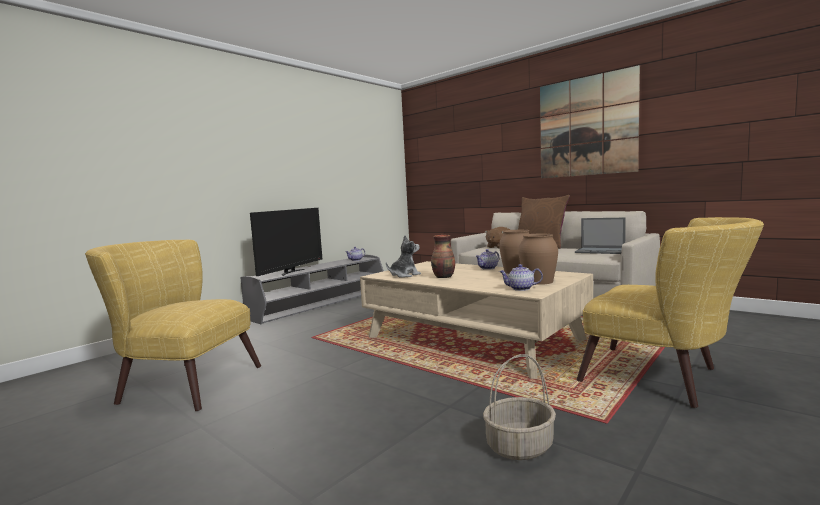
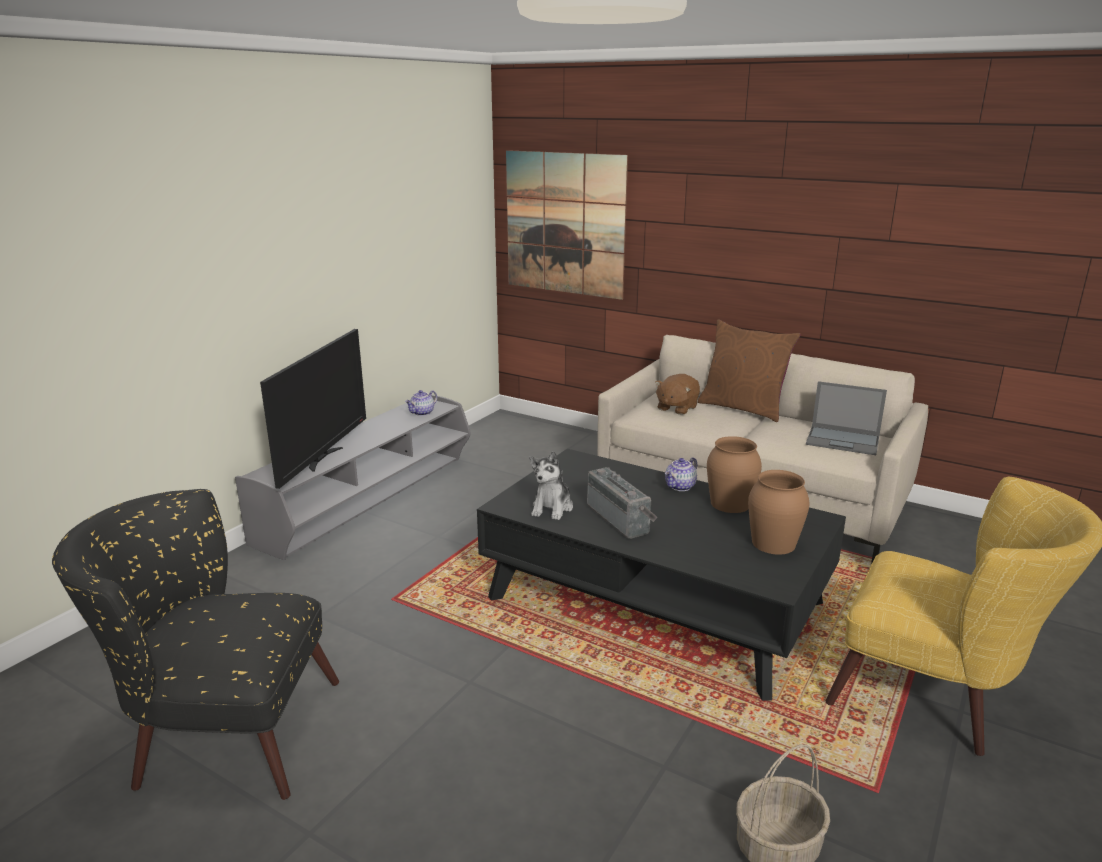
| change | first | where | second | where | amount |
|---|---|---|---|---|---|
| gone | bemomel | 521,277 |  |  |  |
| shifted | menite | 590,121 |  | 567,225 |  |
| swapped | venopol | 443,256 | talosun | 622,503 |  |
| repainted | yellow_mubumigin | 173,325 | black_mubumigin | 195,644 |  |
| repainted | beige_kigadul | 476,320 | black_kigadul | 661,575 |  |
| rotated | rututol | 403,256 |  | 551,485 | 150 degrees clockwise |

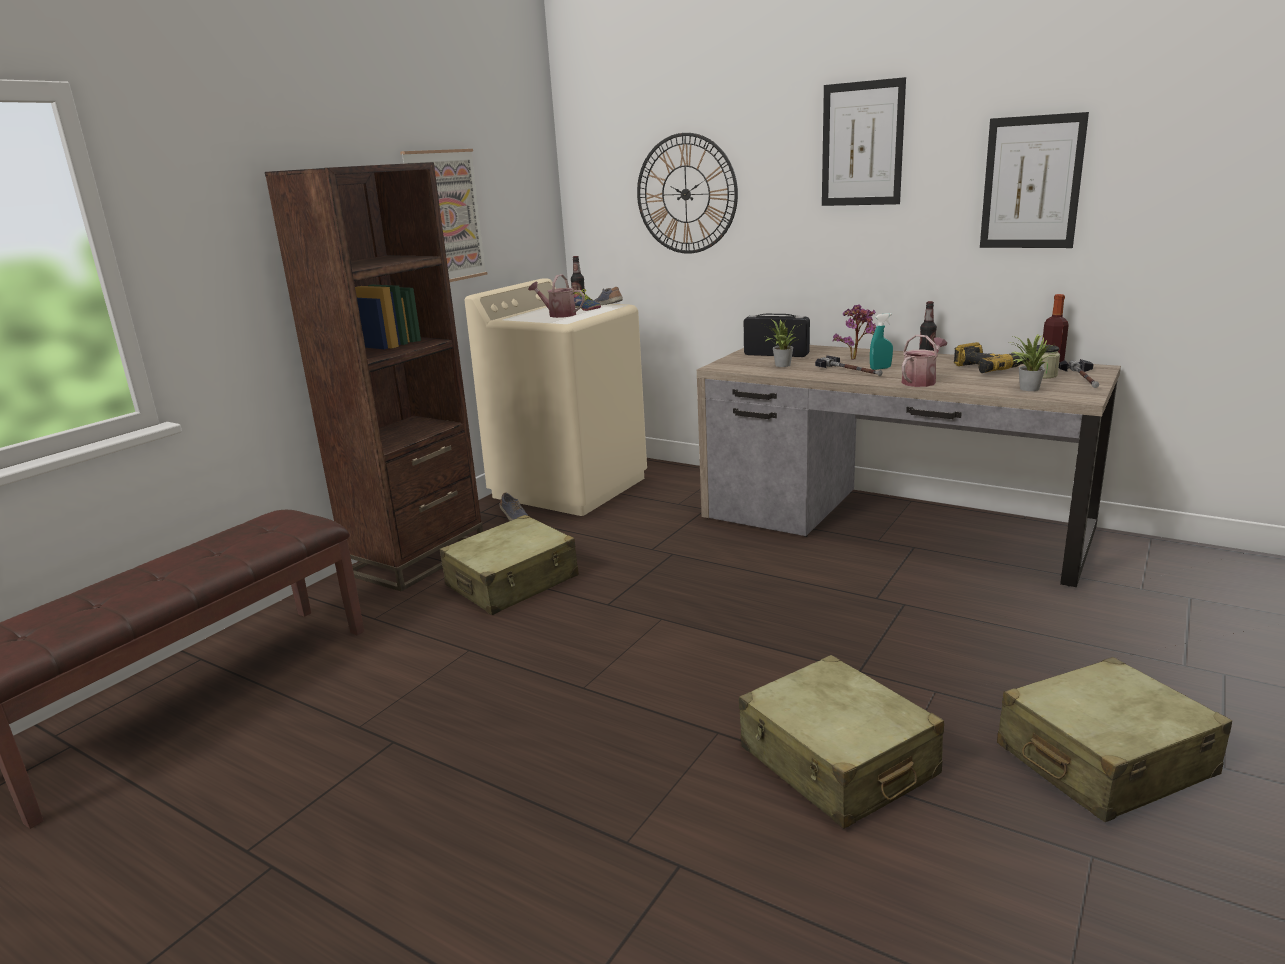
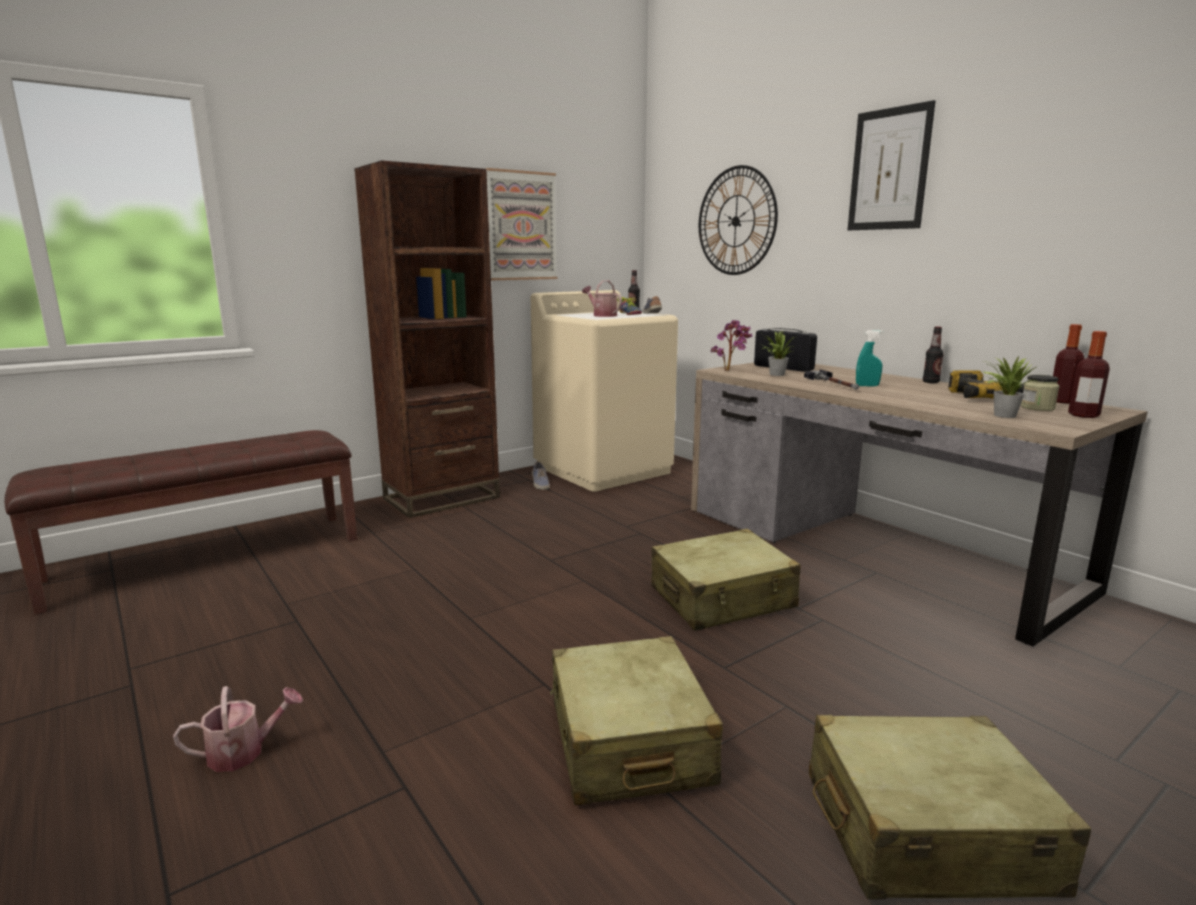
| change | first | where | second | where | amount |
|---|---|---|---|---|---|
| gone | menite | 1034,180 |  |  |  |
| shifted | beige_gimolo | 509,565 |  | 726,580 |  |
| shifted | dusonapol | 854,331 |  | 731,345 |  |
| shifted | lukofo | 924,360 |  | 238,729 |  |
| swapped | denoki | 1079,373 | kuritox | 1089,374 |  |

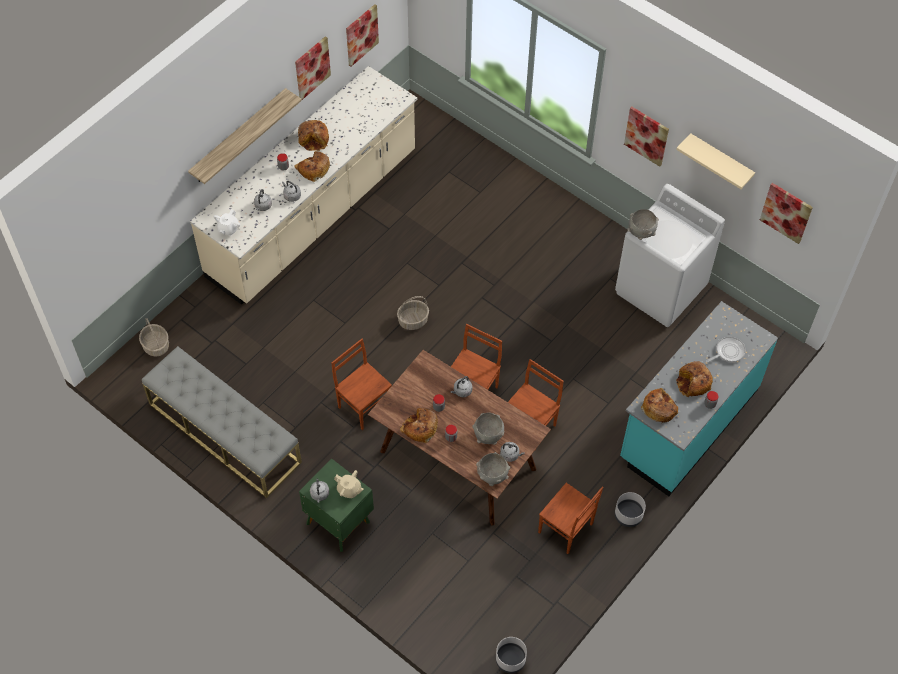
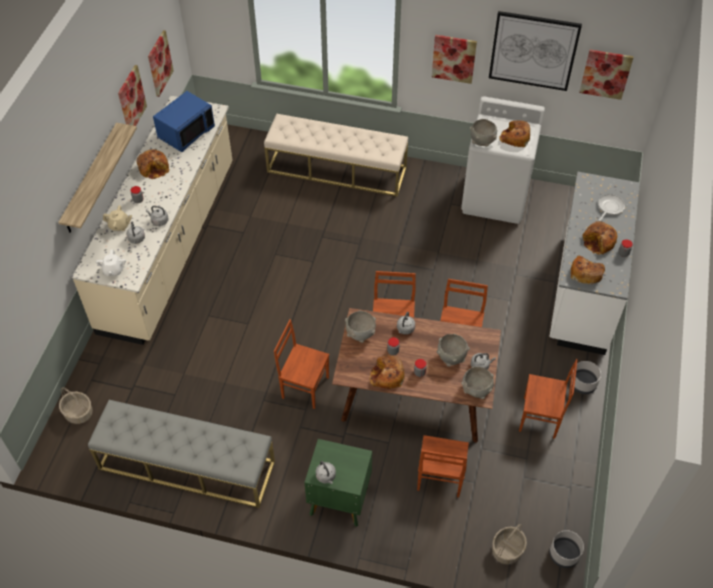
| change | first | where | second | where | amount |
|---|---|---|---|---|---|
| new |  |  | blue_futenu | 184,121 |  |
| new |  |  | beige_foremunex | 336,155 |  |
| new |  |  | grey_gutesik | 360,327 |  |
| new |  |  | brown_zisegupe | 443,466 |  |
| shifted | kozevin | 312,166 |  | 514,133 |  |
| shifted | beige_bemomel | 349,484 |  | 117,218 |  |
| shifted | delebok | 413,313 |  | 509,544 |  |
| swapped | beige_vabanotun | 715,161 | menite | 535,51 |  |
| repainted | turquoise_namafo | 699,398 | white_namafo | 594,263 |  |

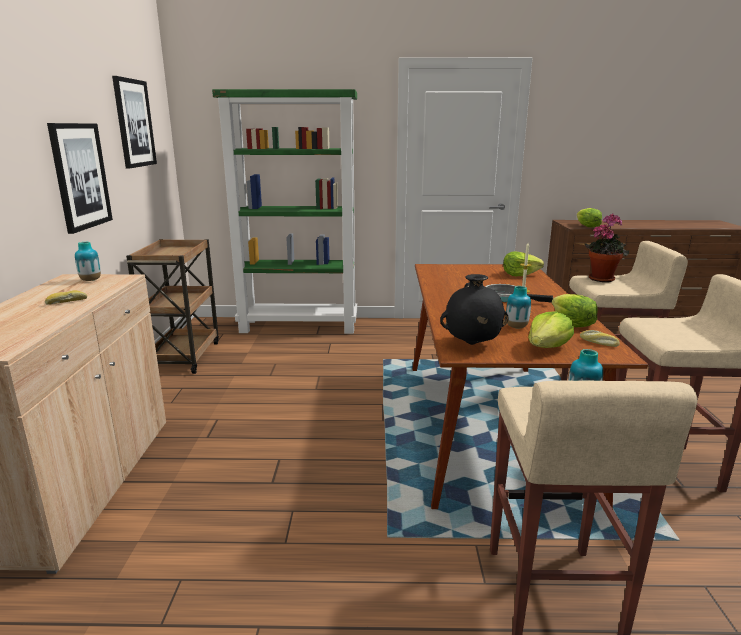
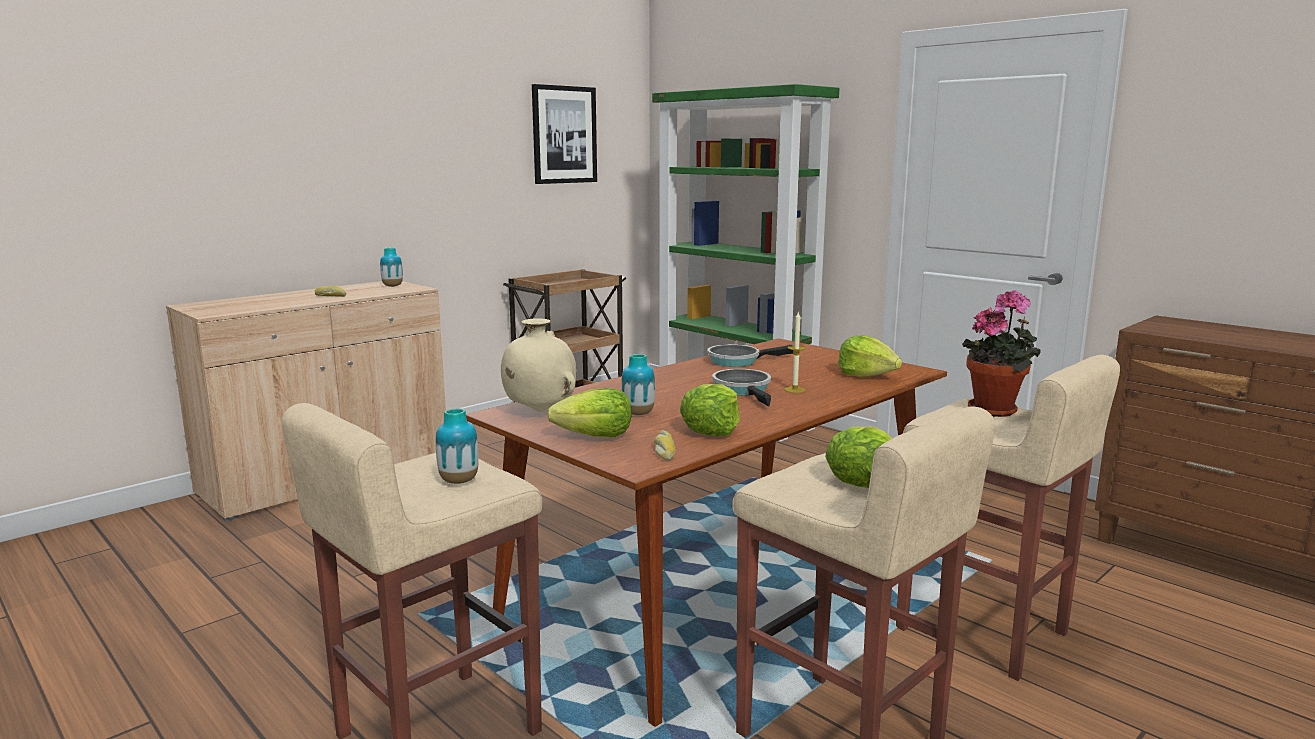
| change | first | where | second | where | amount |
|---|---|---|---|---|---|
| gone | menite | 80,178 |  |  |  |
| new |  |  | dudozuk | 750,355 |  |
| shifted | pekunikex | 589,217 |  | 858,457 |  |
| repainted | black_venopol | 474,309 | beige_venopol | 539,365 |  |

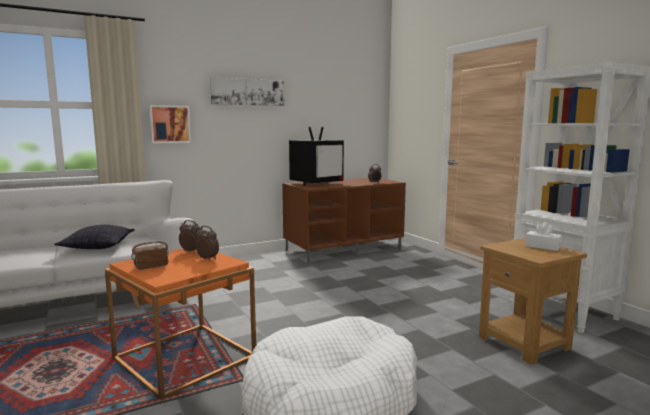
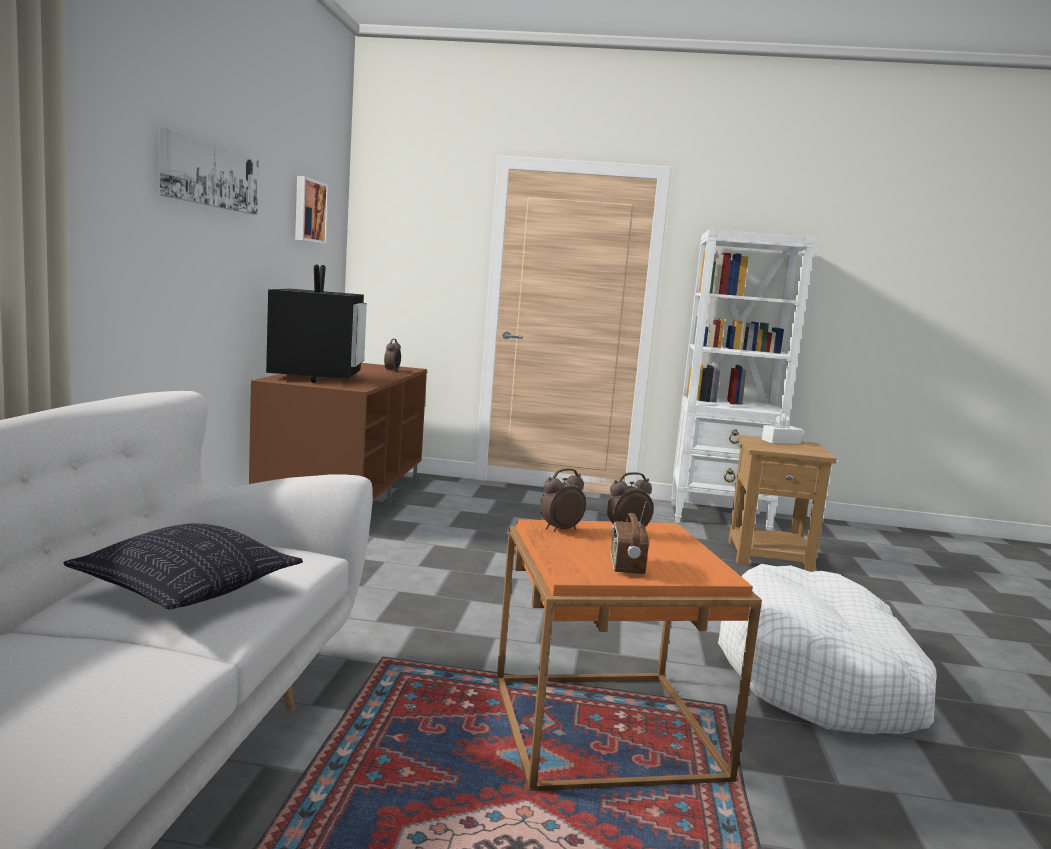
| change | first | where | second | where | amount |
|---|---|---|---|---|---|
| shifted | menite | 170,124 |  | 311,210 |  |

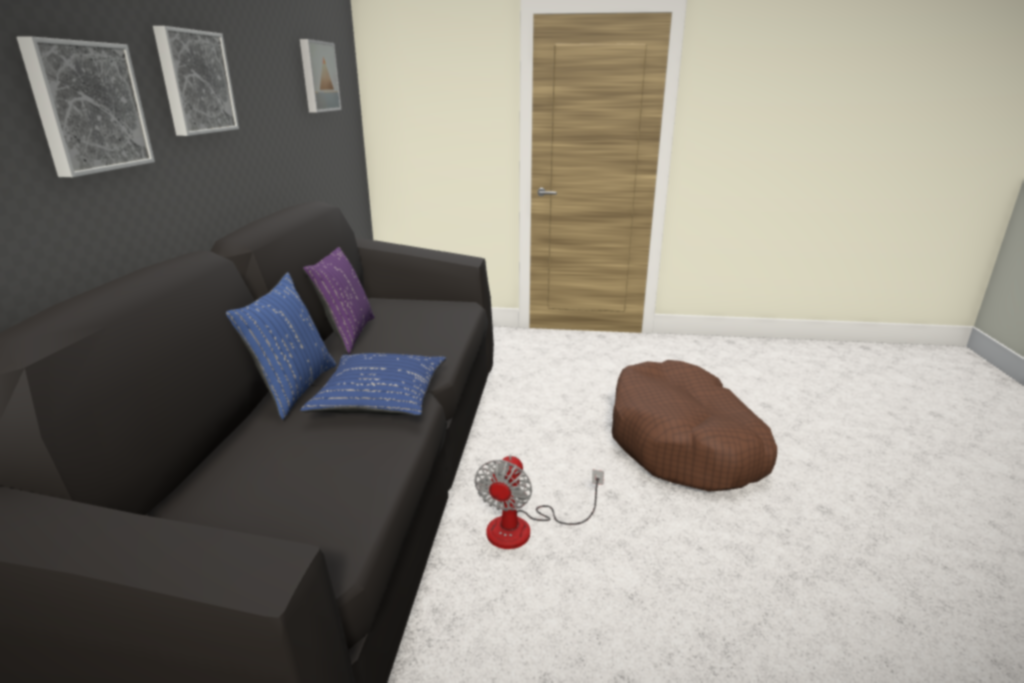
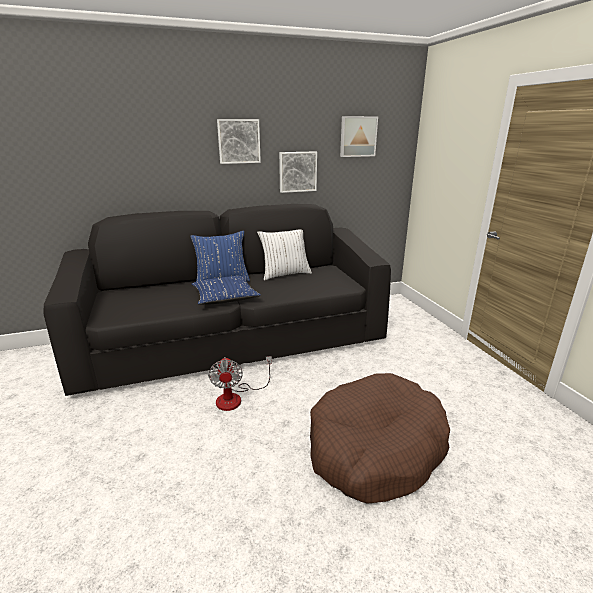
| change | first | where | second | where | amount |
|---|---|---|---|---|---|
| shifted | menite | 85,107 |  | 298,172 |  |
| repainted | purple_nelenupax | 338,300 | white_nelenupax | 284,254 |  |
| rotated | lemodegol | 539,502 |  | 240,383 | 90 degrees counterclockwise |

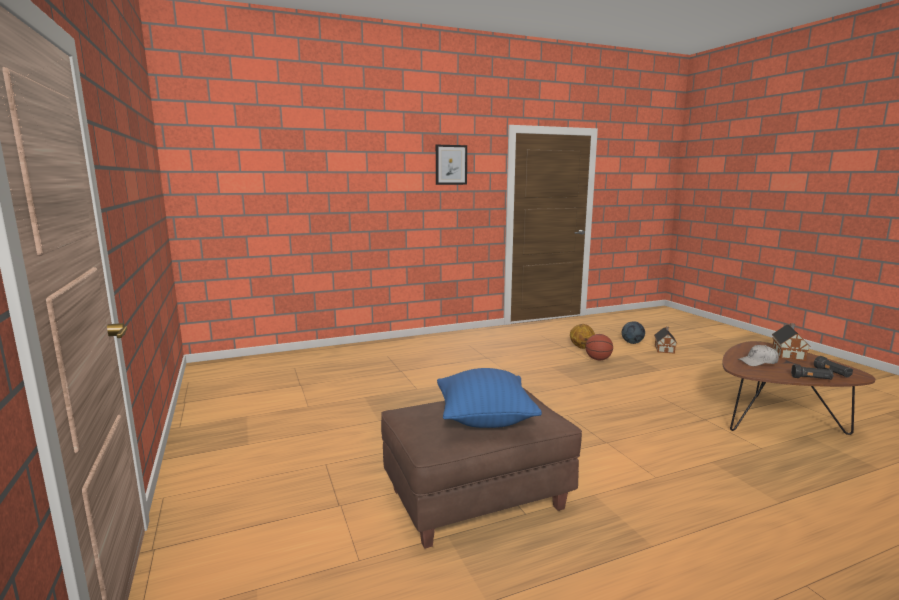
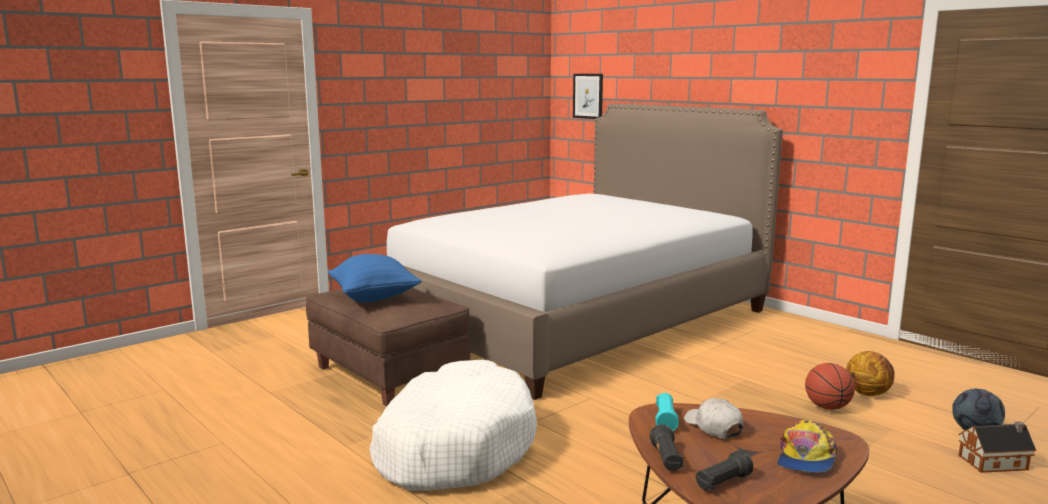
| change | first | where | second | where | amount |
|---|---|---|---|---|---|
| new |  |  | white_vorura | 453,425 |  |
| new |  |  | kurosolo | 585,252 |  |
| new |  |  | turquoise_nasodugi | 667,412 |  |
| shifted | menite | 451,165 |  | 588,96 |  |
| swapped | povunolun | 790,342 | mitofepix | 807,446 |  |

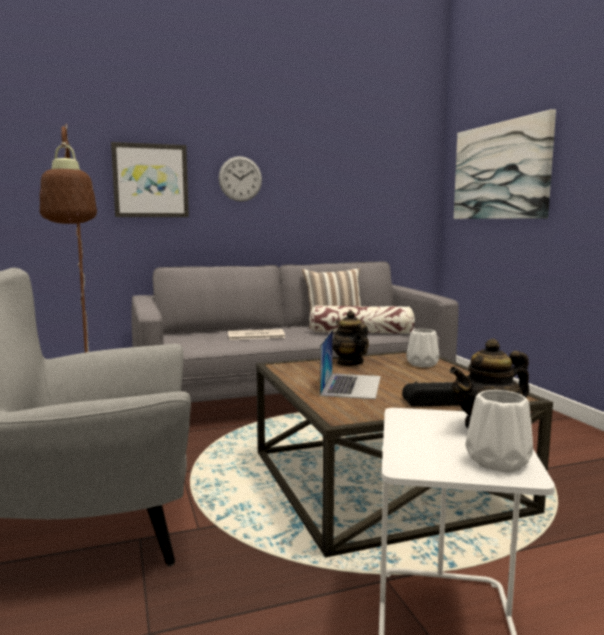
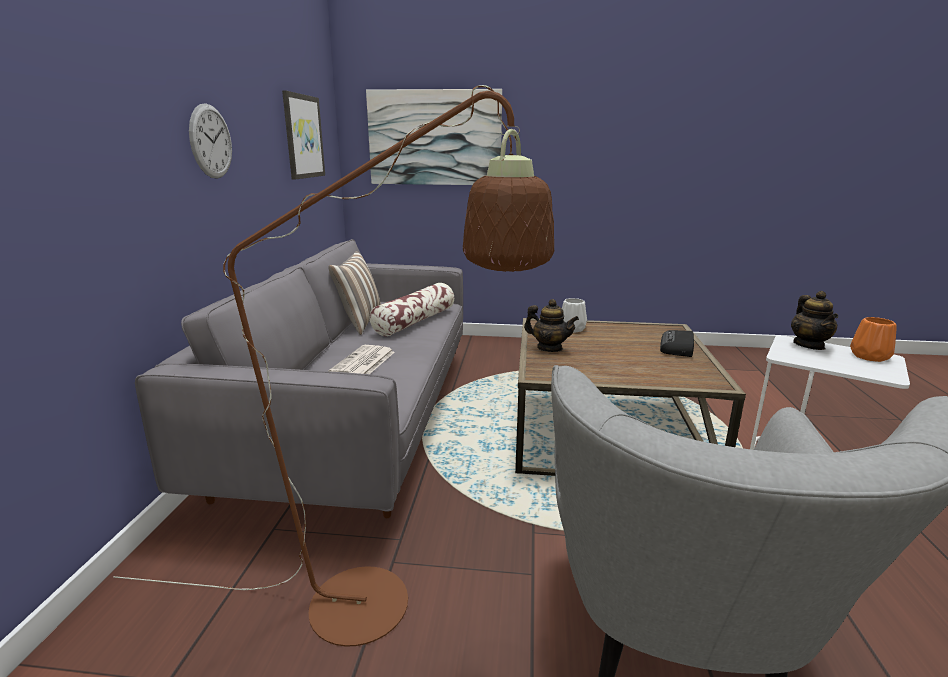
| change | first | where | second | where | amount |
|---|---|---|---|---|---|
| gone | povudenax | 350,364 |  |  |  |
| shifted | menite | 150,179 |  | 303,135 |  |
| repainted | white_venopol | 499,431 | orange_venopol | 873,339 |  |
| rotated | bemomel | 351,338 |  | 551,325 | 150 degrees counterclockwise |

